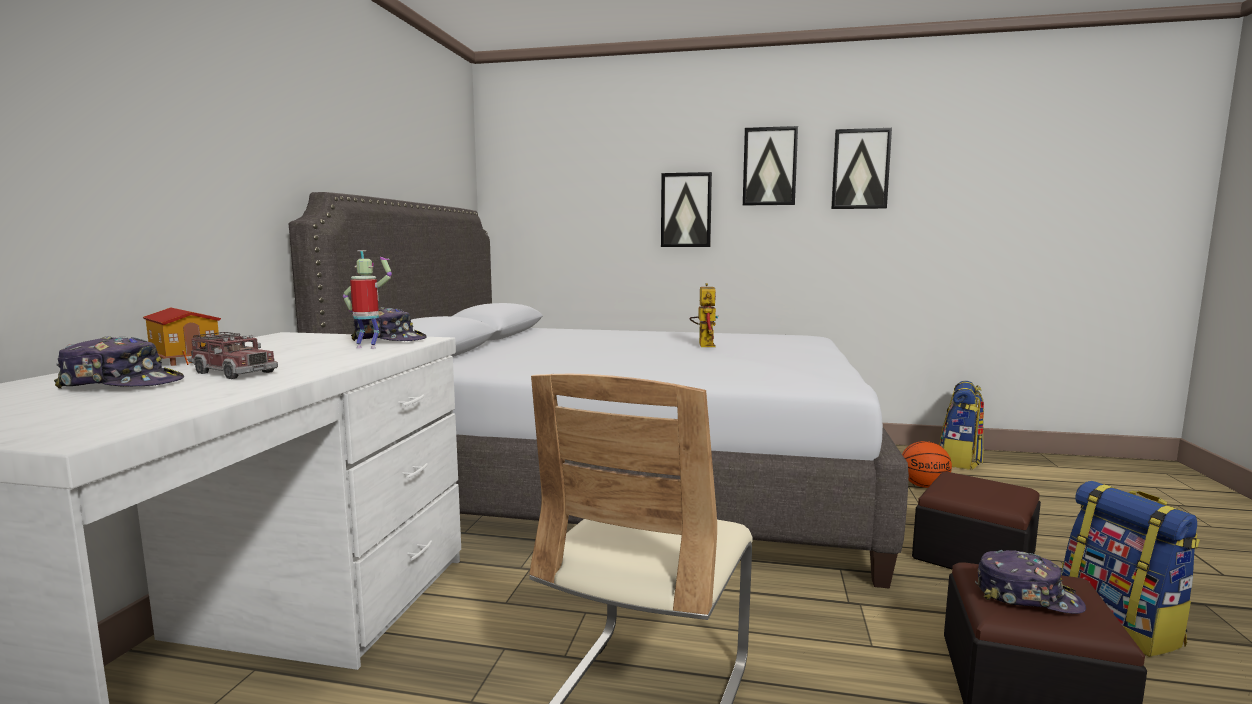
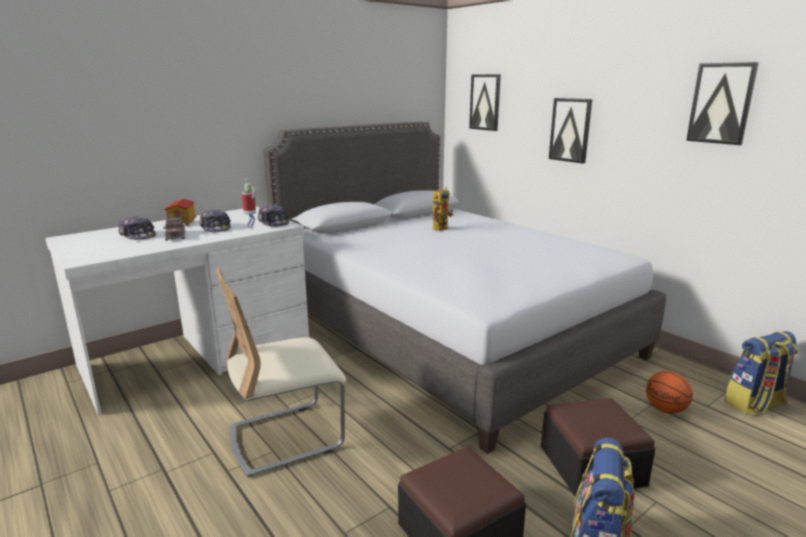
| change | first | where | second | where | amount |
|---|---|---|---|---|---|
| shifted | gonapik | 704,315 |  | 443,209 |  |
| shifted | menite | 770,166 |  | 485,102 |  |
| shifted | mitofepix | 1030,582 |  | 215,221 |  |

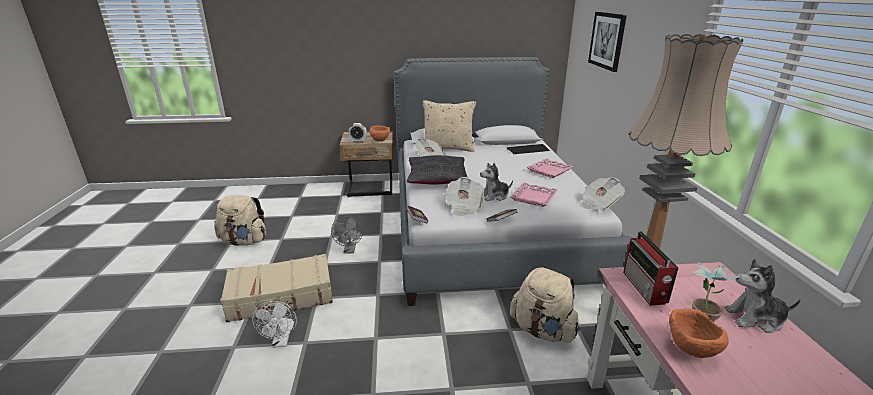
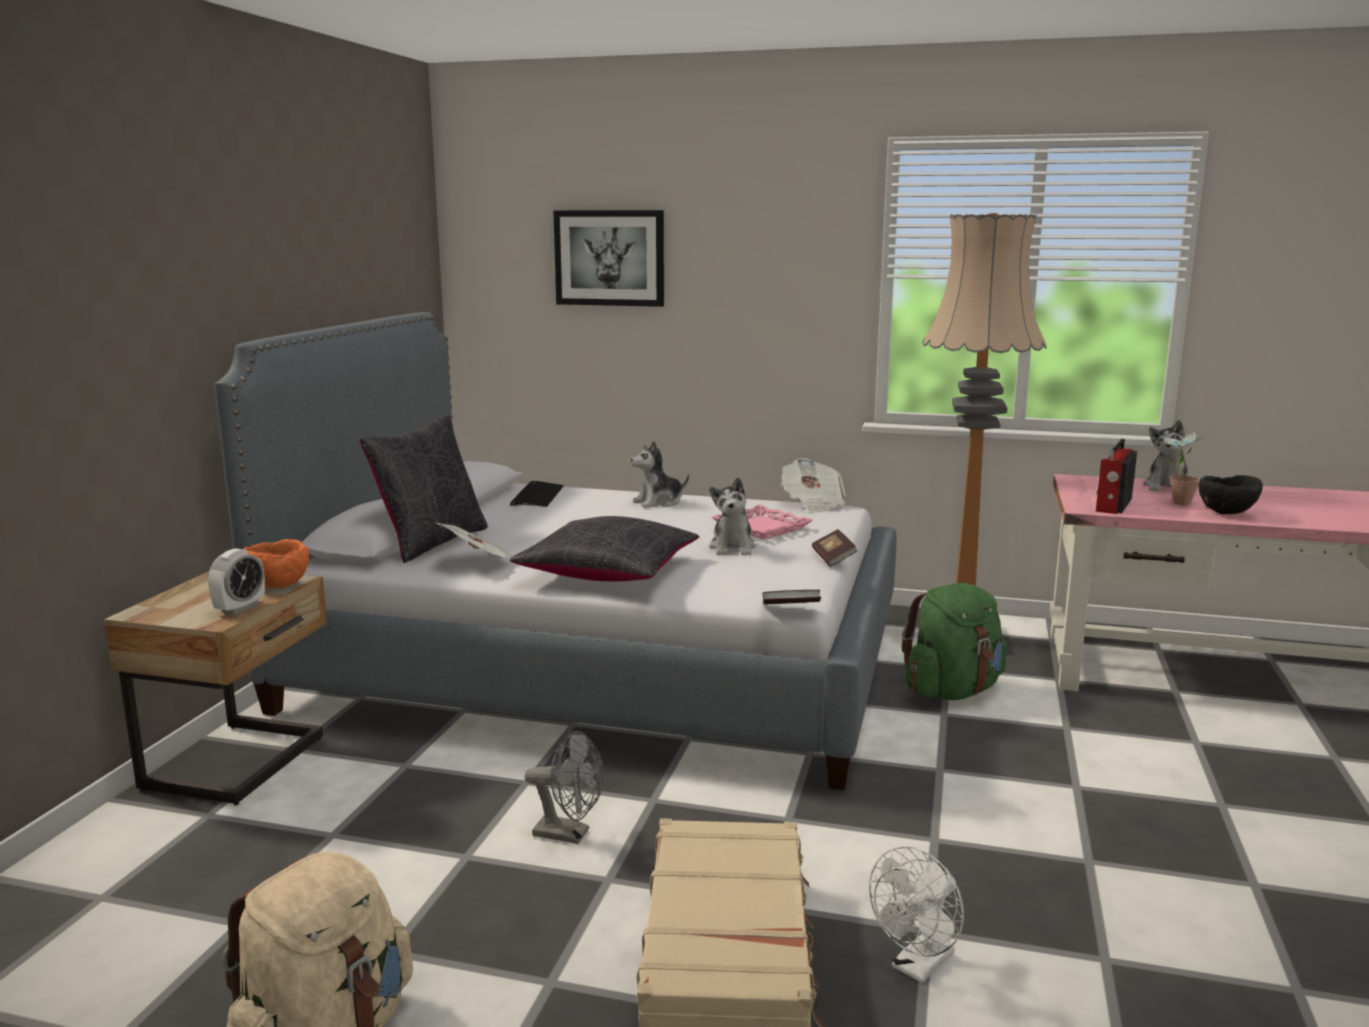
| change | first | where | second | where | amount |
|---|---|---|---|---|---|
| gone | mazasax | 464,196 |  |  |  |
| swapped | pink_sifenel | 550,168 | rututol | 660,474 |  |
| repainted | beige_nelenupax | 449,126 | black_nelenupax | 424,489 |  |
| repainted | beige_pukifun | 545,305 | green_pukifun | 954,641 |  |
| repainted | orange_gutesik | 699,333 | black_gutesik | 1231,494 |  |
| rotated | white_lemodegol | 274,324 |  | 916,914 | 120 degrees clockwise |
| rotated | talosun | 650,268 |  | 1116,476 | 105 degrees clockwise |

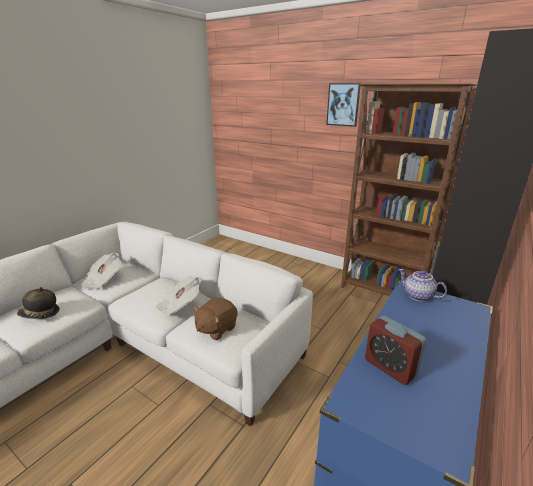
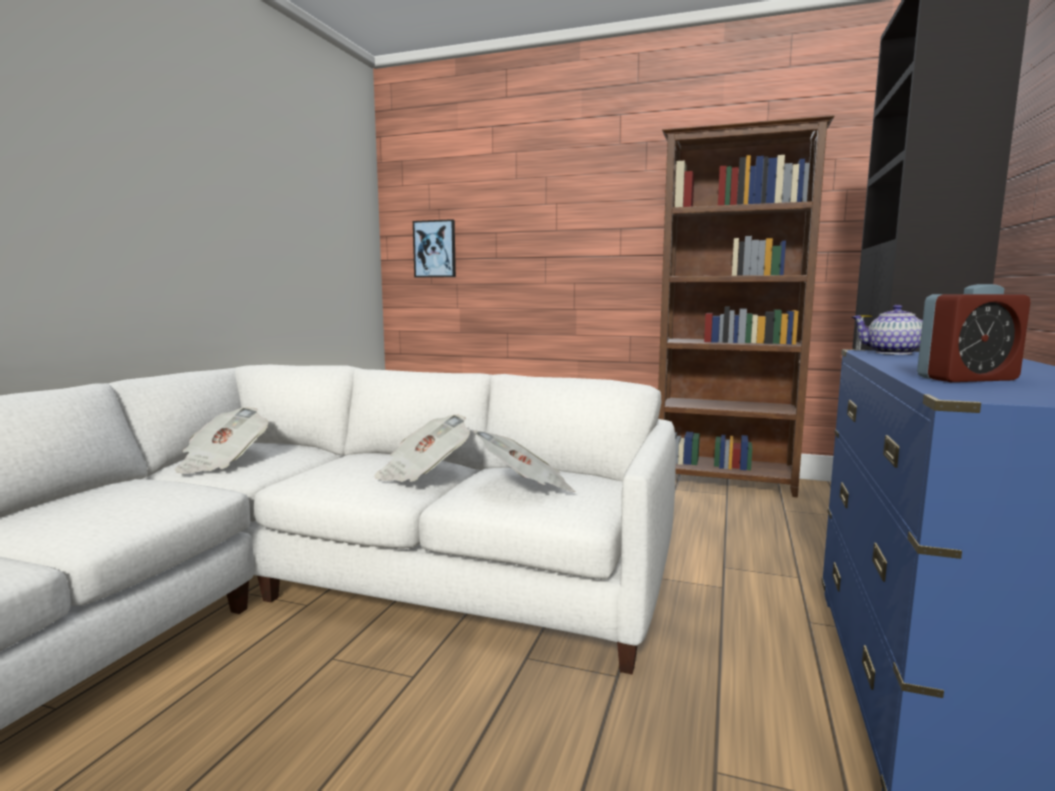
| change | first | where | second | where | amount |
|---|---|---|---|---|---|
| gone | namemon | 38,303 |  |  |  |
| shifted | menite | 343,105 |  | 434,248 |  |
| swapped | brown_rututol | 216,319 | mazasax | 524,461 |  |
| rotated | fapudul | 395,350 |  | 974,333 | 45 degrees counterclockwise |

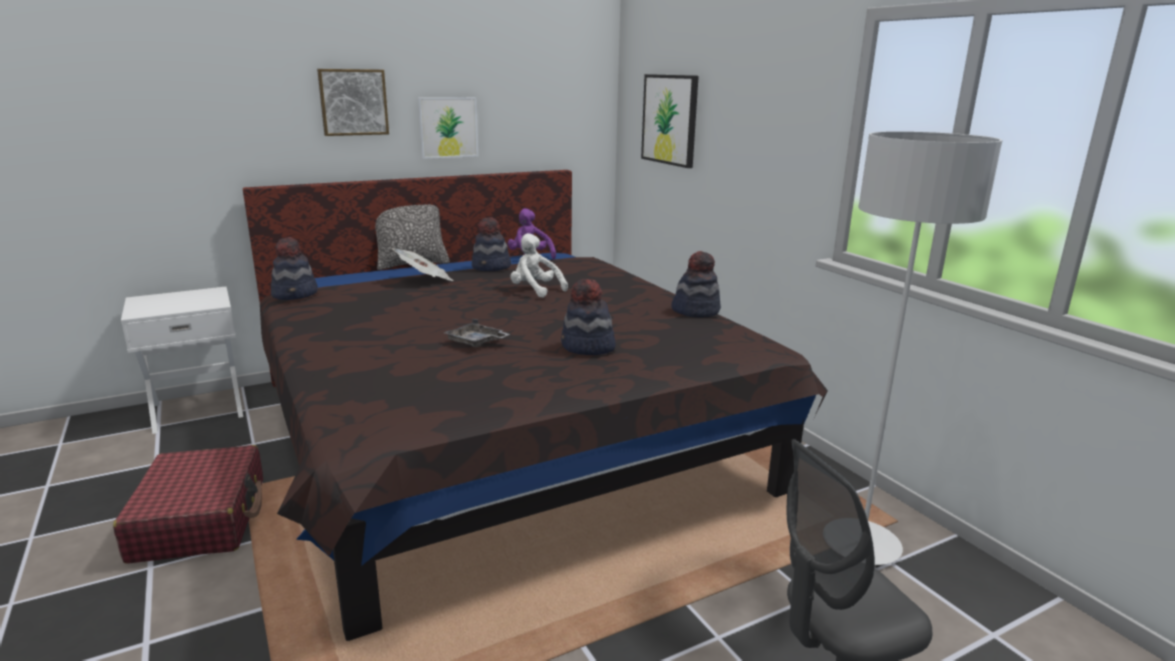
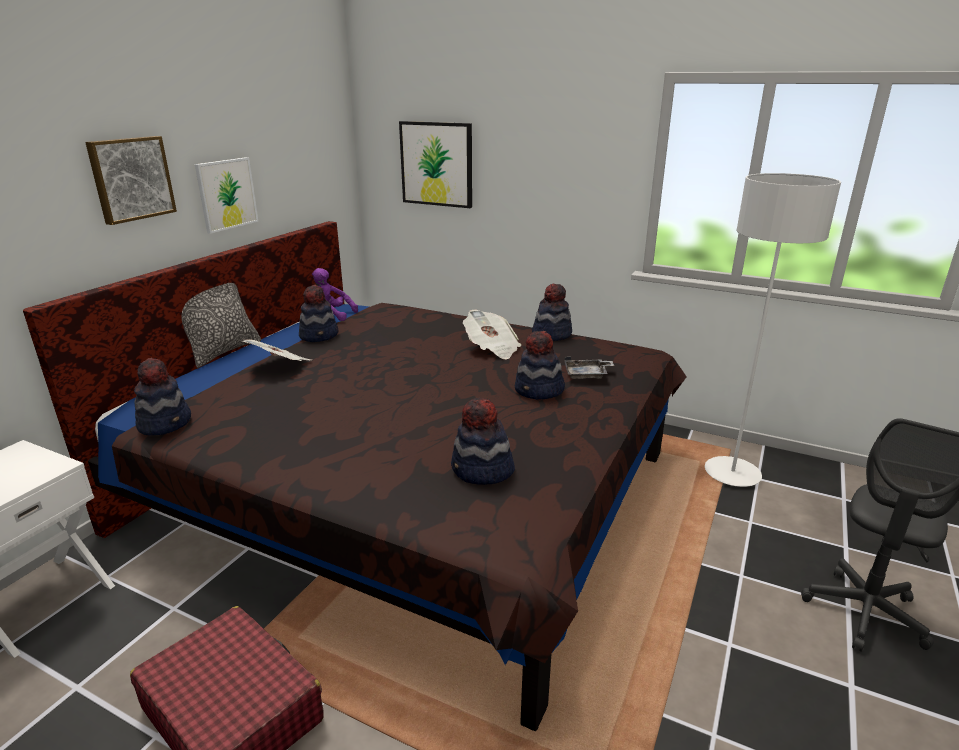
| change | first | where | second | where | amount |
|---|---|---|---|---|---|
| gone | white_rututol | 539,265 |  |  |  |
| new |  |  | namemon | 483,441 |  |
| new |  |  | mazasax | 492,335 |  |
| shifted | grey_sifenel | 477,333 |  | 589,367 |  |

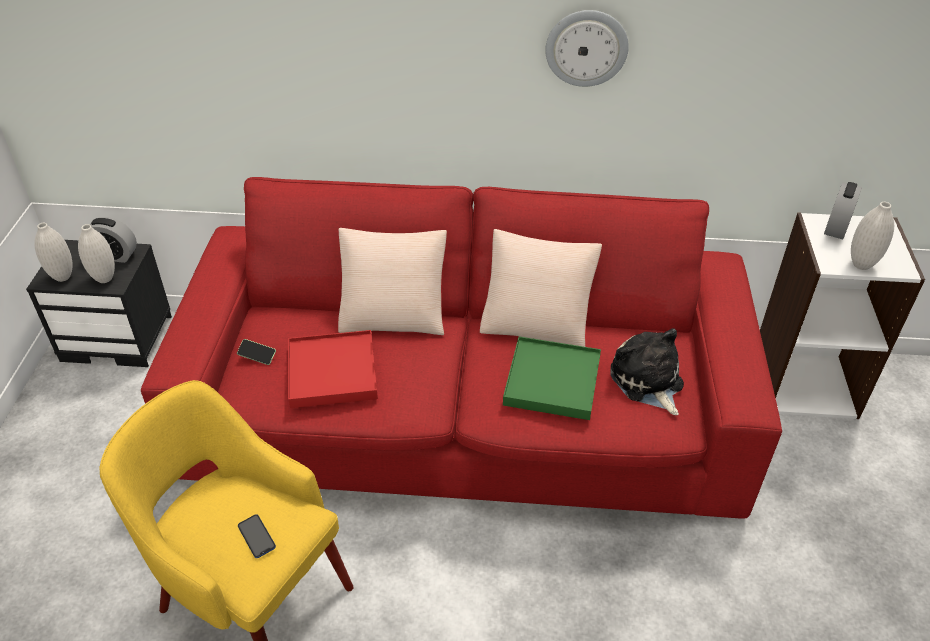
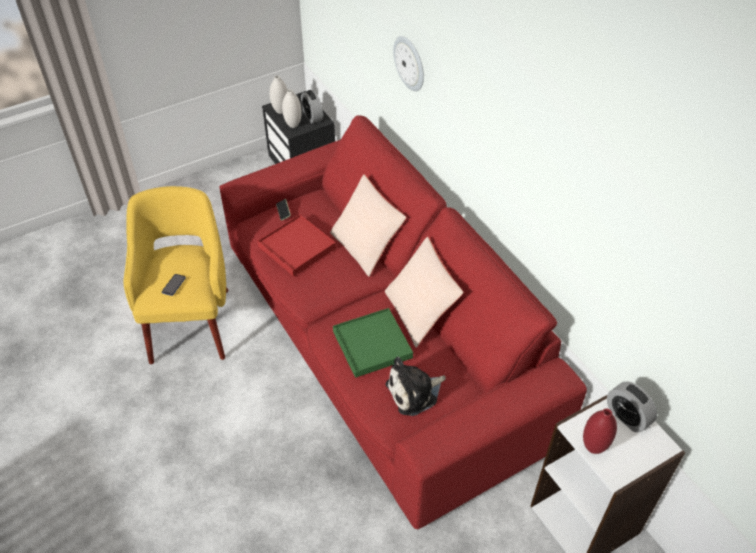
| change | first | where | second | where | amount |
|---|---|---|---|---|---|
| shifted | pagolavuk | 587,48 |  | 408,63 |  |
| repainted | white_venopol | 872,236 | red_venopol | 600,431 |  |
| rotated | rututol | 647,371 |  | 415,386 | 150 degrees counterclockwise |
| rotated | fapudul | 843,211 |  | 632,406 | 120 degrees counterclockwise |

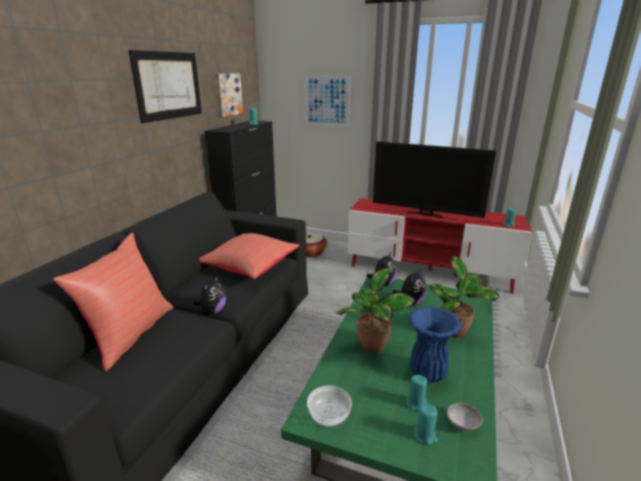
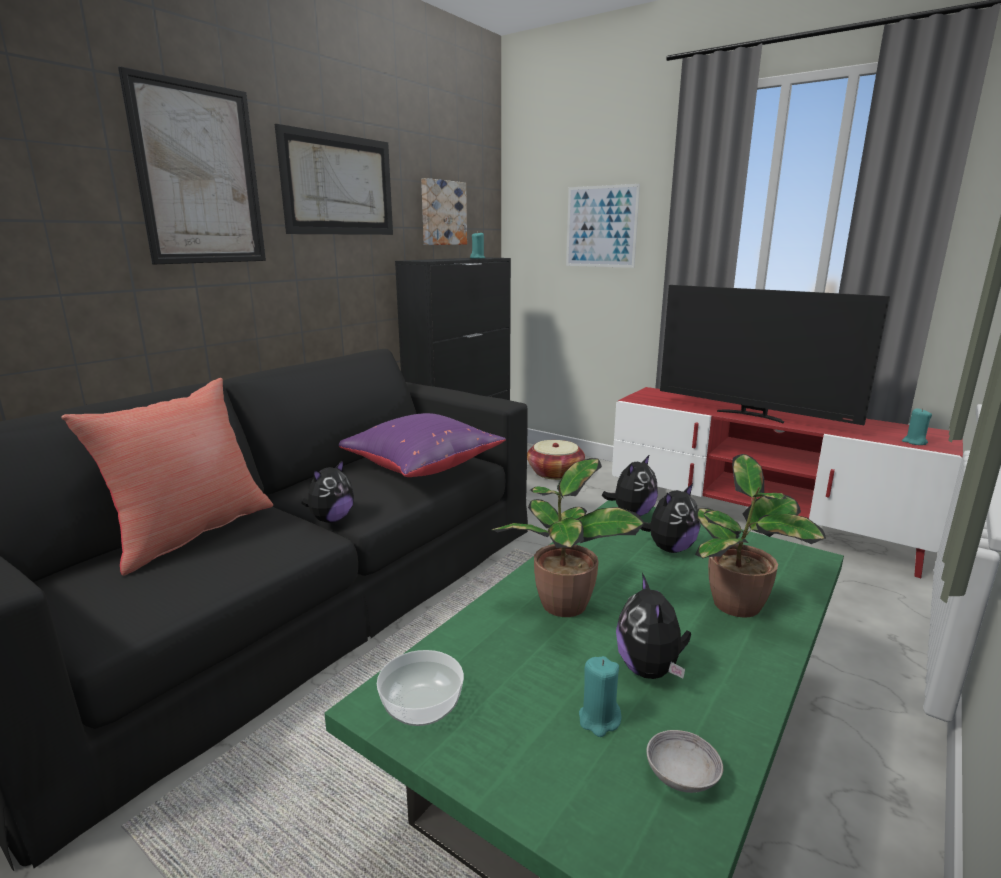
| change | first | where | second | where | amount |
|---|---|---|---|---|---|
| gone | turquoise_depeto | 426,424 |  |  |  |
| new |  |  | menite | 192,165 |  |
| swapped | blue_venopol | 435,344 | rututol | 653,626 |  |
| repainted | red_nelenupax | 249,256 | purple_nelenupax | 422,445 |  |

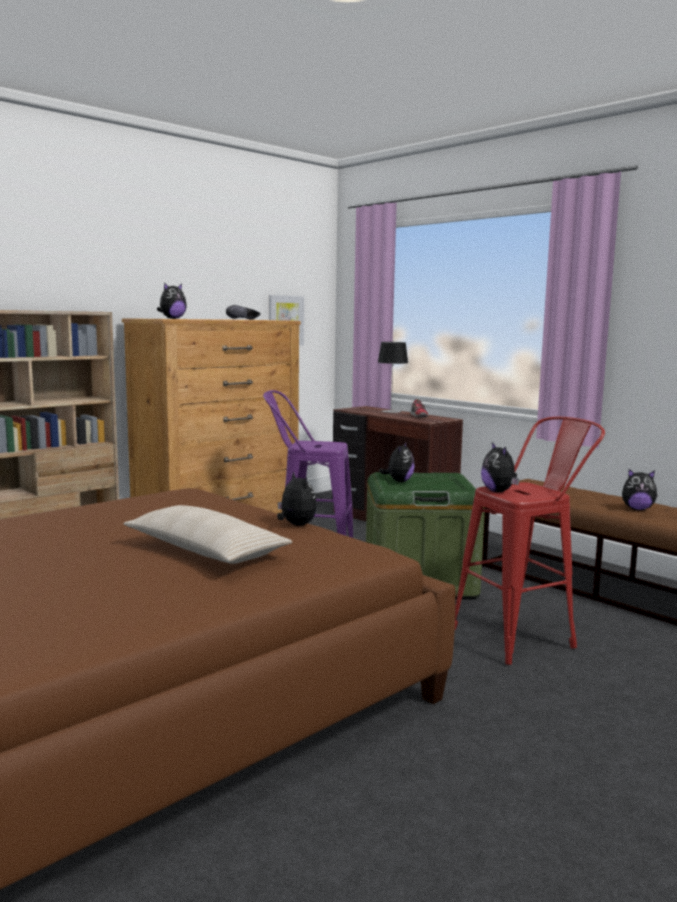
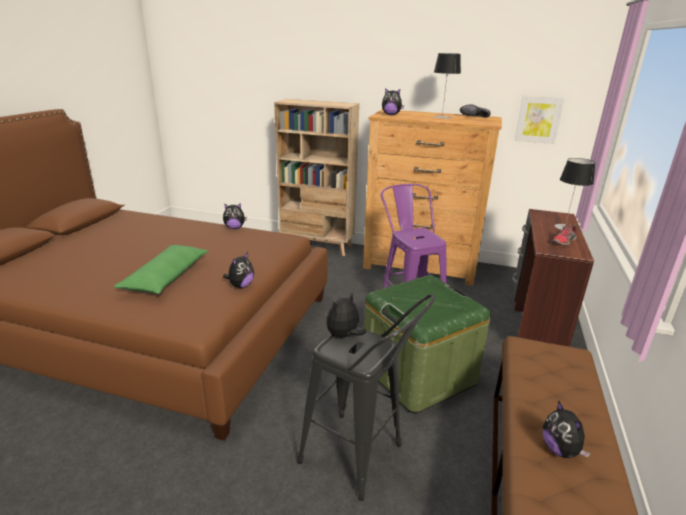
| change | first | where | second | where | amount |
|---|---|---|---|---|---|
| new |  |  | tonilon | 447,86 |  |
| shifted | rututol | 397,461 |  | 235,216 |  |
| repainted | beige_nelenupax | 207,534 | green_nelenupax | 161,269 |  |
| repainted | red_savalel | 530,541 | black_savalel | 366,397 |  |

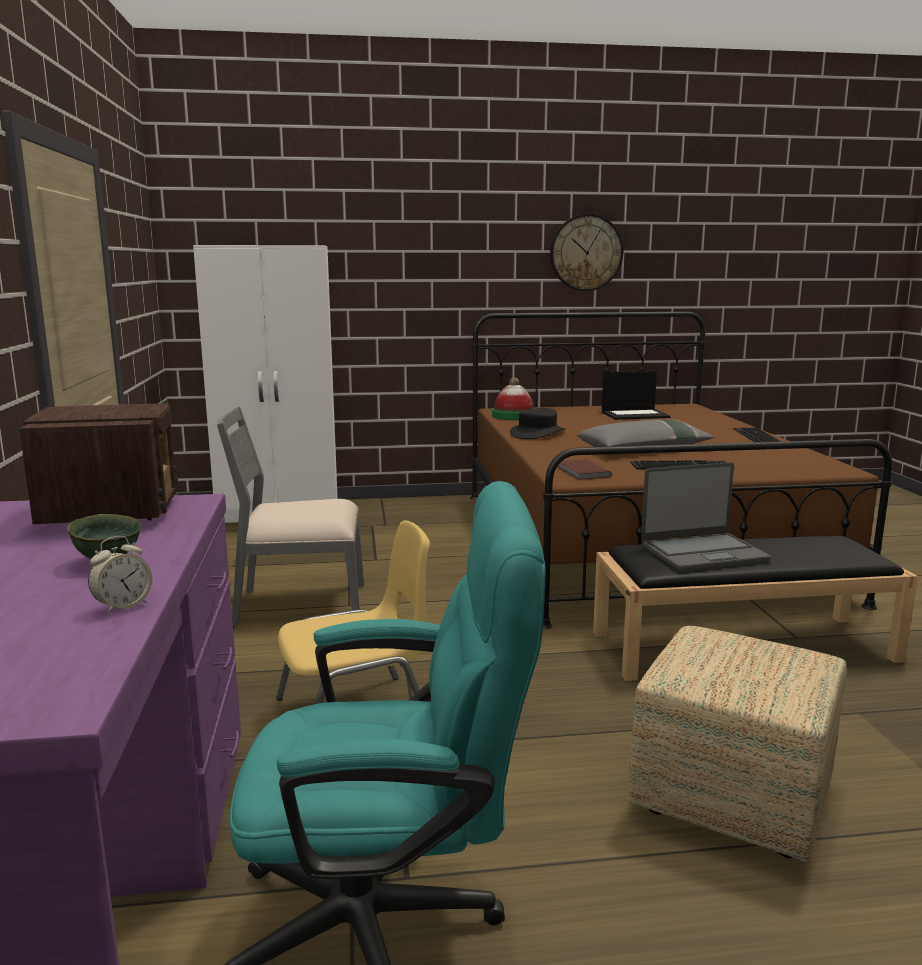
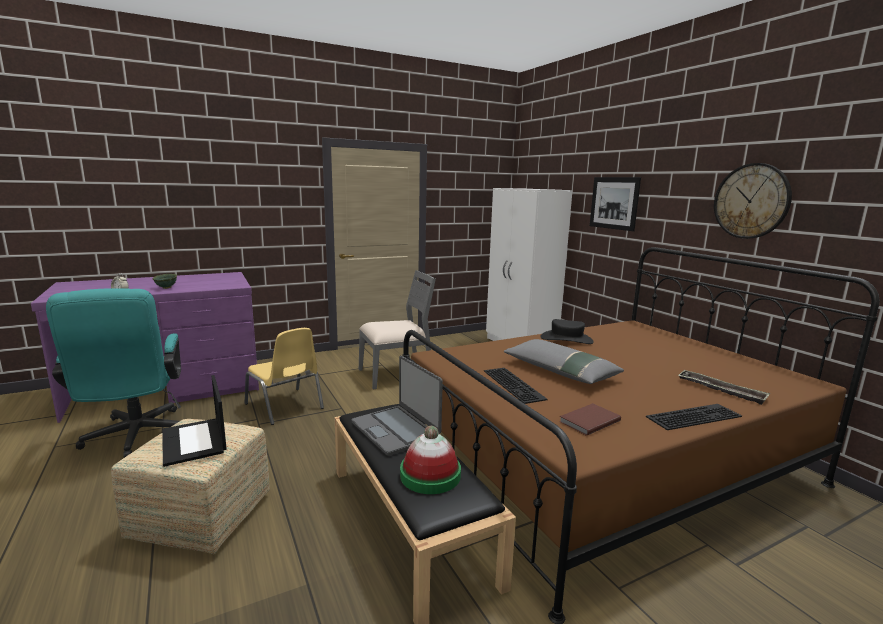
| change | first | where | second | where | amount |
|---|---|---|---|---|---|
| gone | talosun | 98,463 |  |  |  |
| new |  |  | menite | 615,204 |  |
| new |  |  | sifenel | 724,387 |  |
| shifted | namemon | 513,398 |  | 430,460 |  |
| shifted | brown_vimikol | 584,469 |  | 590,419 |  |
| shifted | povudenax | 636,395 |  | 194,421 |  |
| rotated | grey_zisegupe | 290,516 |  | 397,330 | 90 degrees clockwise |

